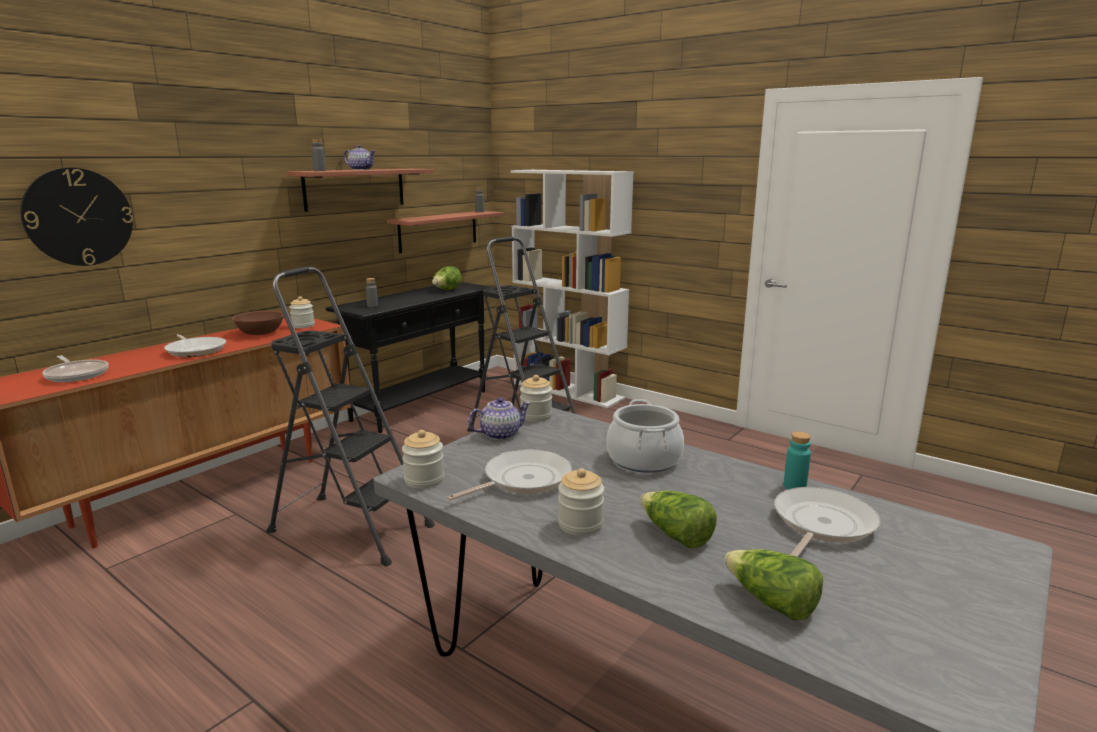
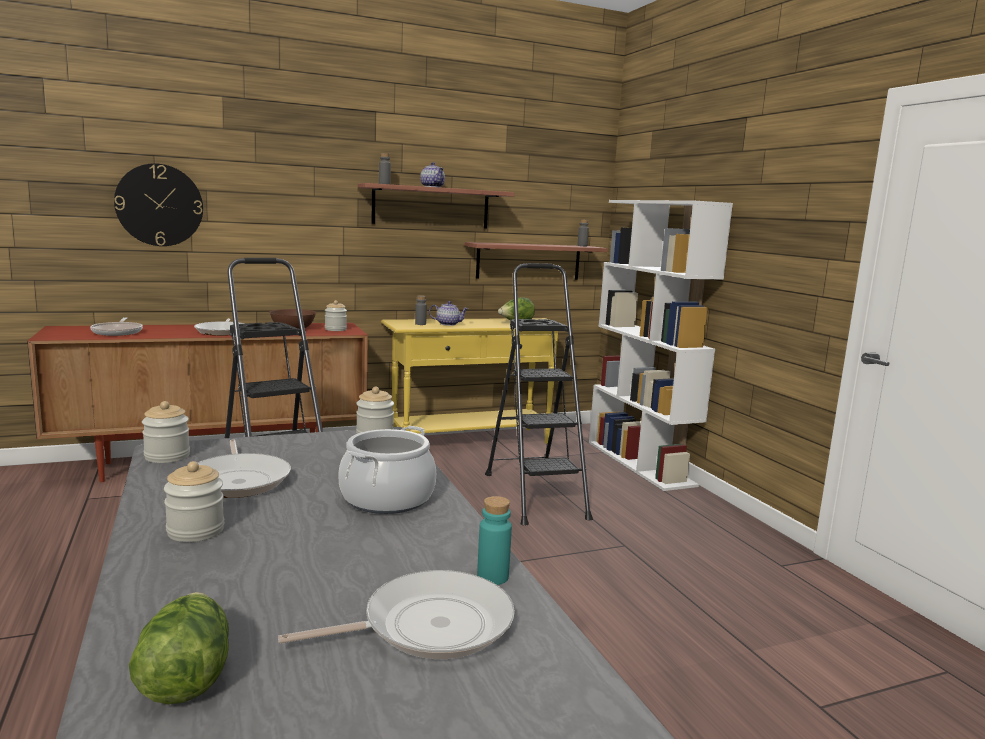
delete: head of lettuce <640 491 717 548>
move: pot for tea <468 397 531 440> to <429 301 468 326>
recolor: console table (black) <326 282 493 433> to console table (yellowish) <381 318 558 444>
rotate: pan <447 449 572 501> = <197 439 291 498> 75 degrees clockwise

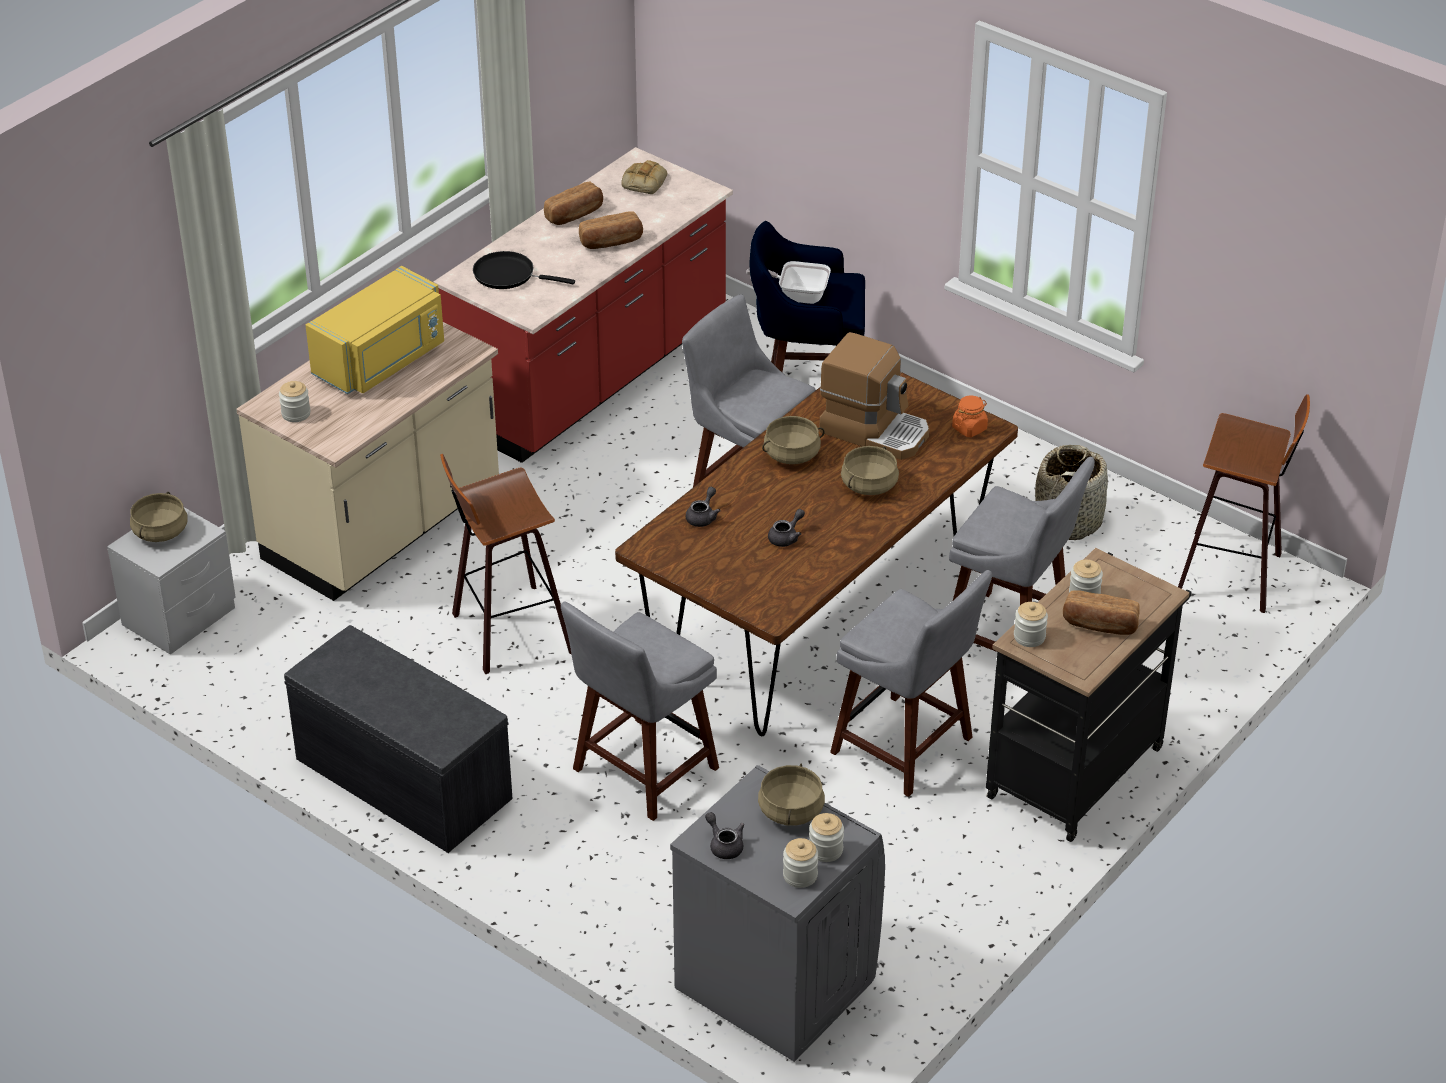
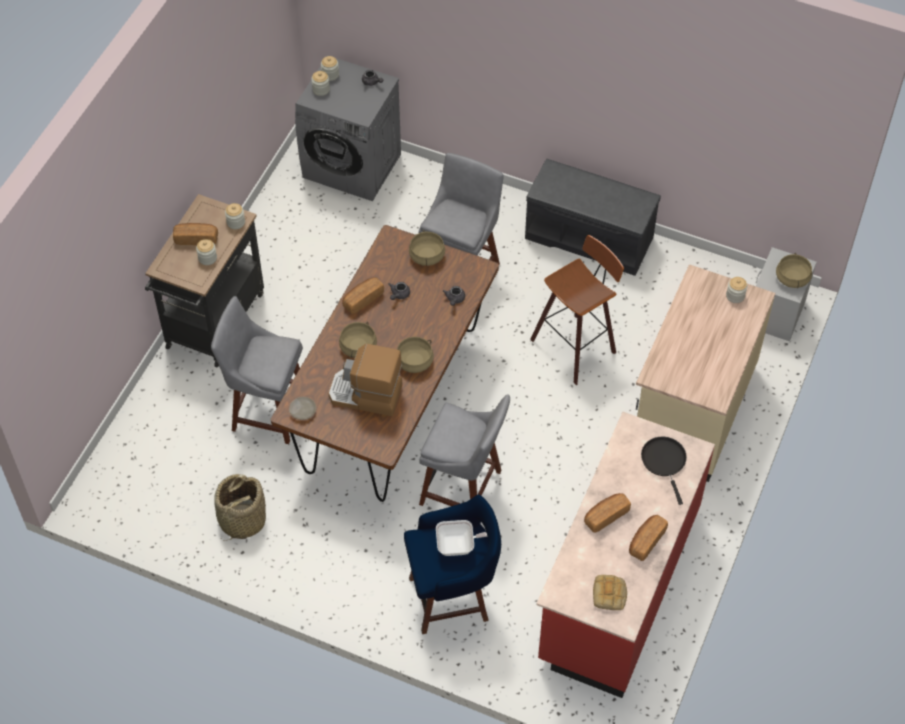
delete: kitchen microwave (yellowish) <305 266 444 394>; chair (grey) <830 570 992 797>; stool <1178 394 1310 613>
insert: bread <342 277 384 314>
move: saucepot (beige-coloured) <758 764 825 826> to <409 230 445 266>
replace: jar (orange) <952 396 988 437> to plate (beige-coloured) <289 397 316 420>
rotate: pan (black) <473 251 575 289> = <641 437 687 505> 105 degrees counterclockwise

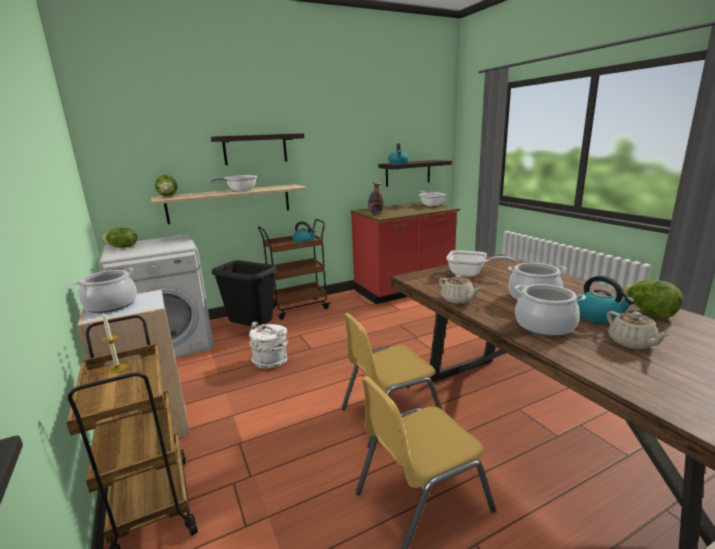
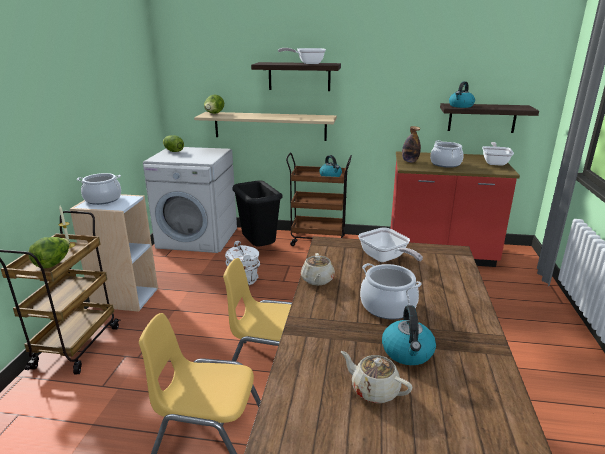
move: pan <209 175 257 191> to <278 48 326 64>; saucepot <515 284 586 337> to <430 140 464 168>; head of lettuce <623 280 683 318> to <29 237 70 268>
rotate: pot for tea (beige-coloured) <607 311 671 349> = <341 351 412 403> 105 degrees clockwise

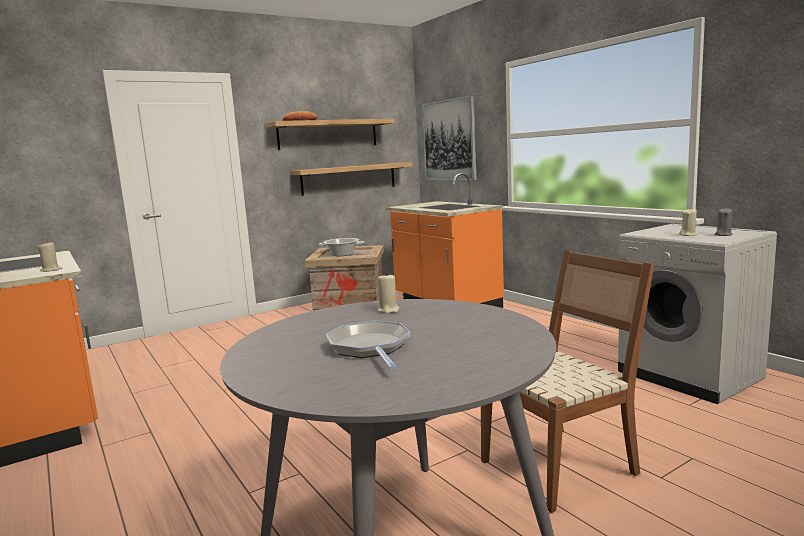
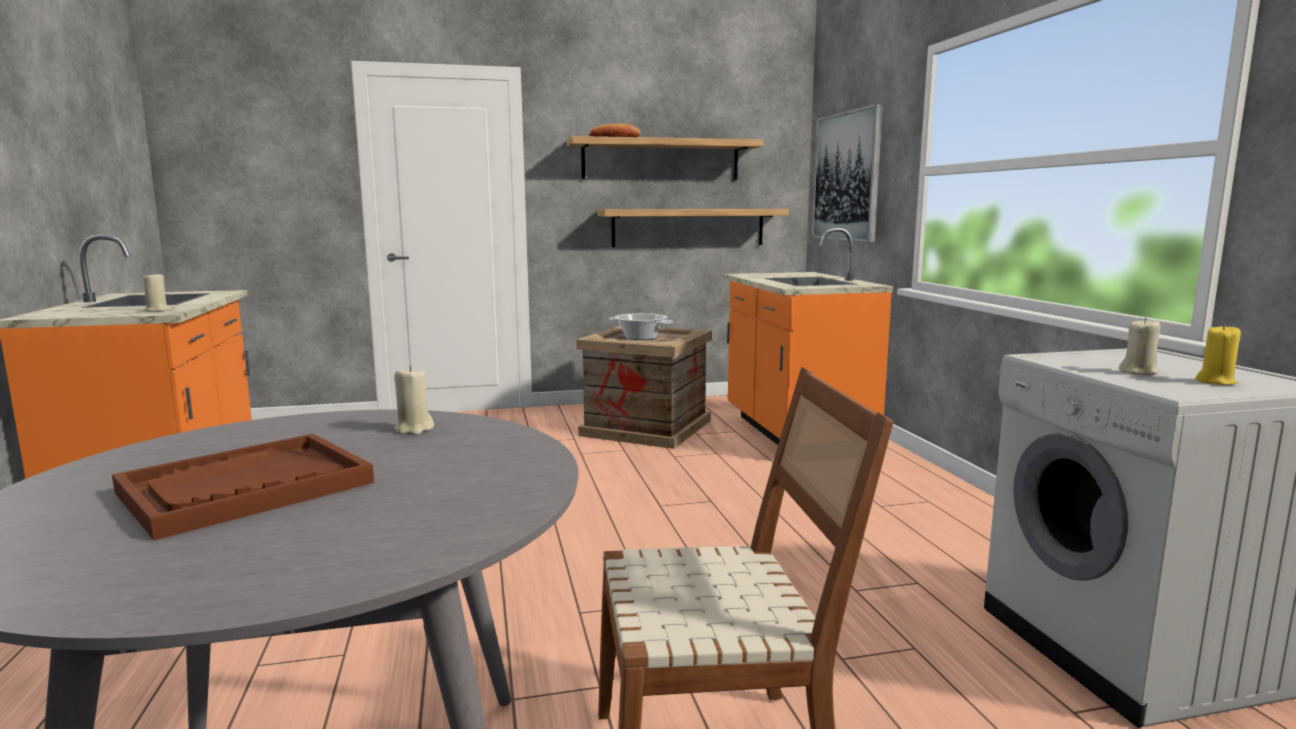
replace: pan <326 320 410 369> to tray (brownish) <112 434 374 540>
recolor: wax light (grey) <714 209 733 236> to wax light (yellowish) <1195 324 1241 385>

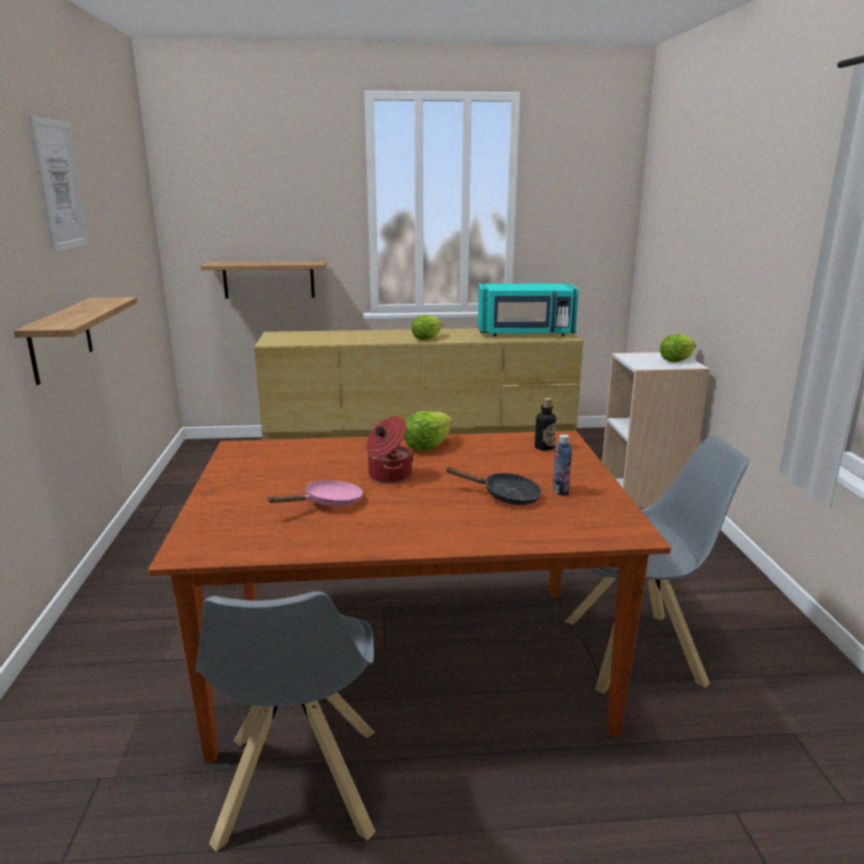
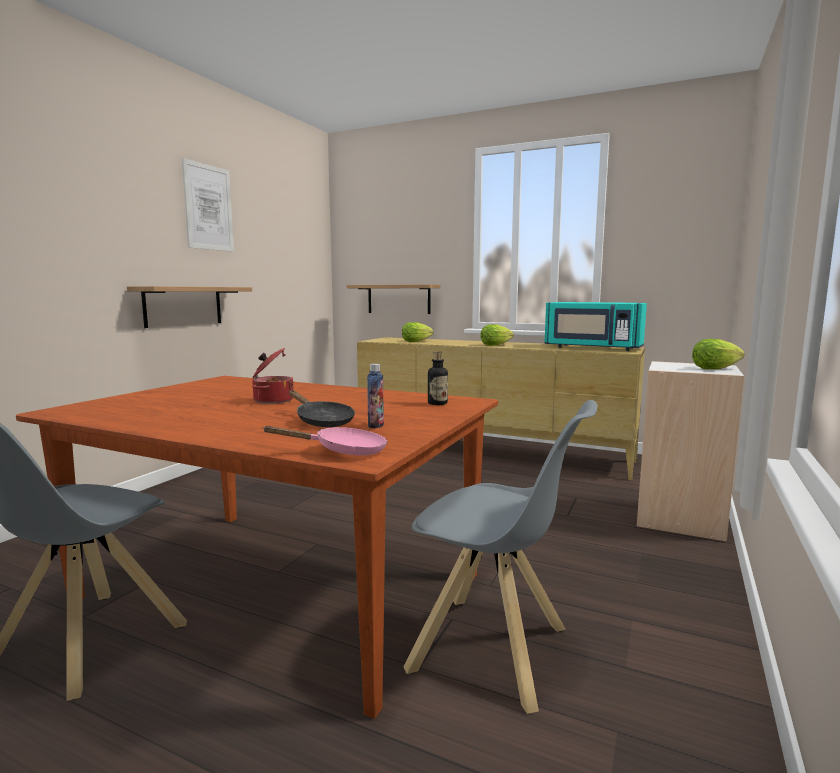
move: pan (pinkish) <268 480 363 507> to <262 426 387 455>; head of lettuce <404 411 453 451> to <402 322 434 342>

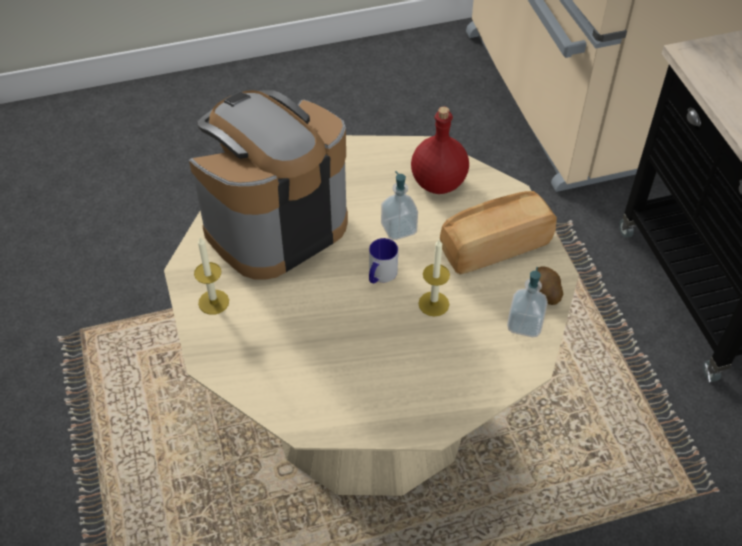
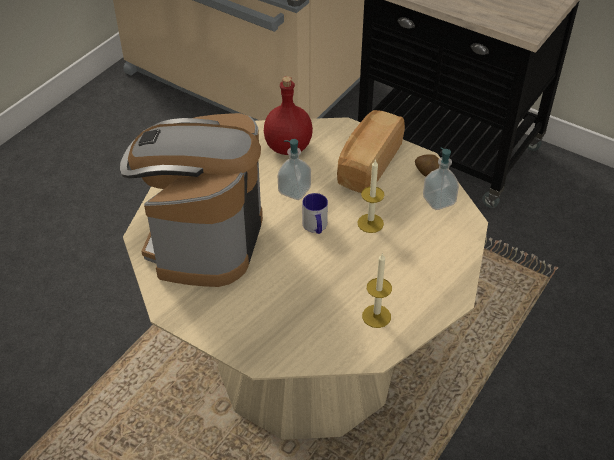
move: wax light <194 237 229 315> to <362 253 392 328>

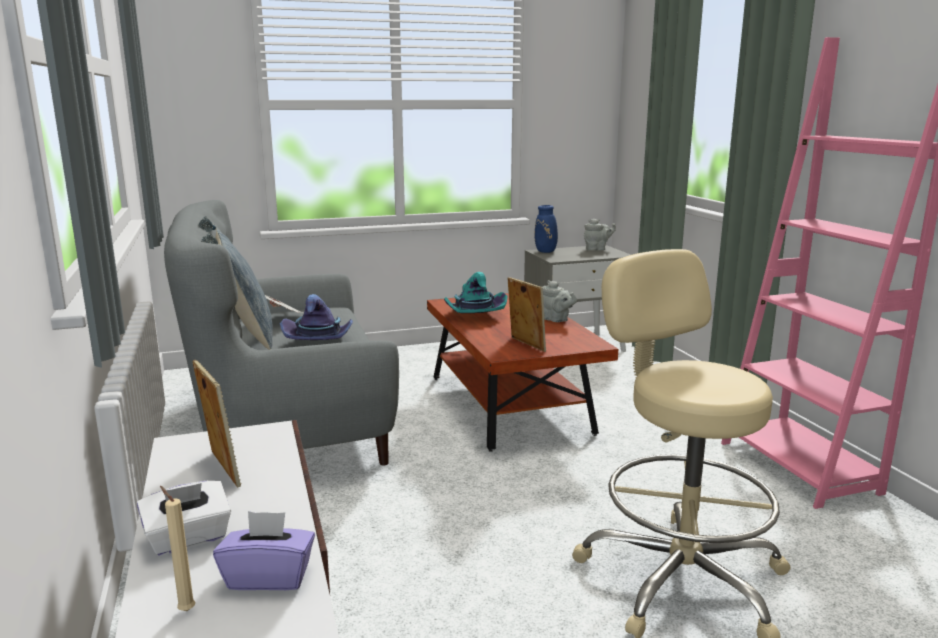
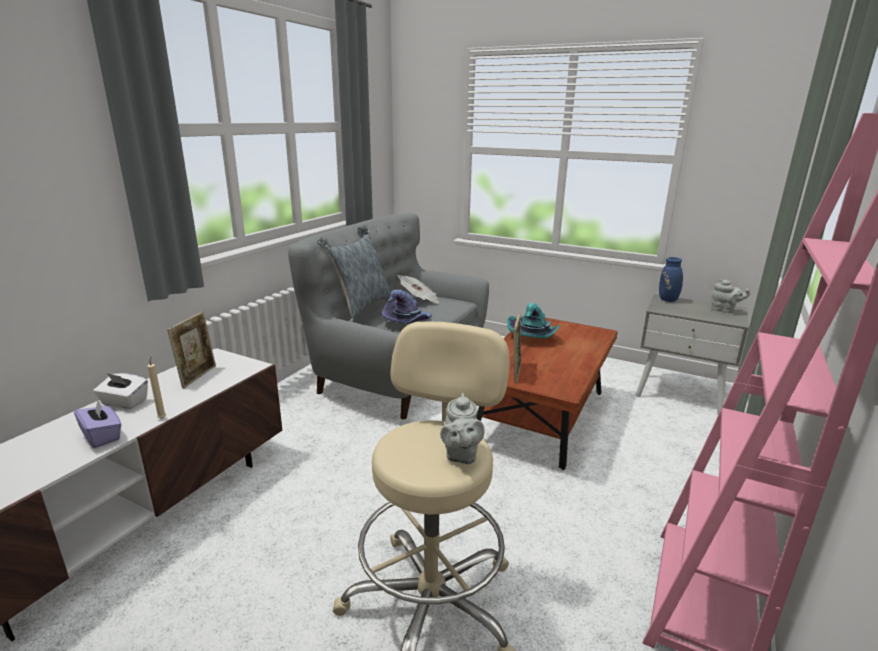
move: wax light (beige-coloured) <160 486 195 611> to <147 357 166 419>; pot for tea (grey) <543 280 577 322> to <440 393 484 464>

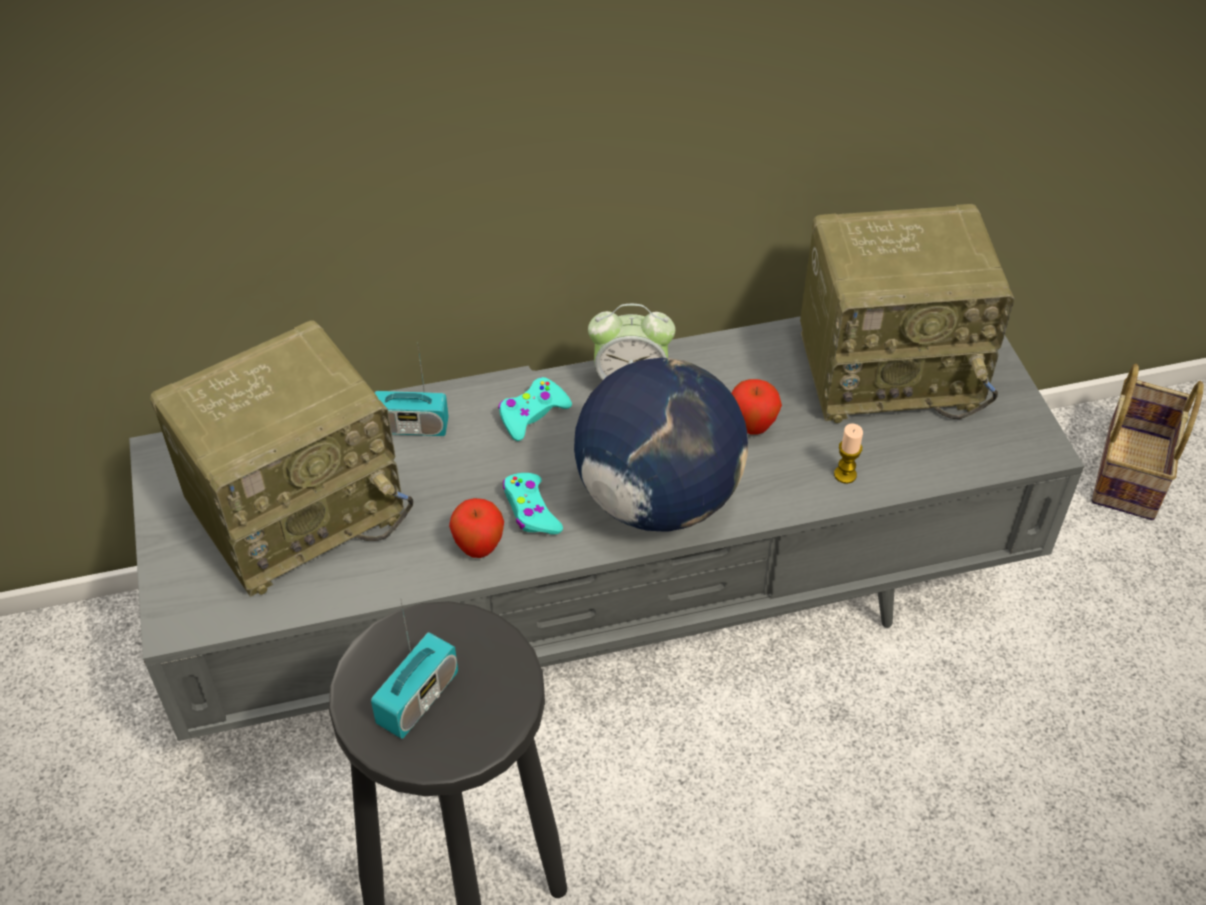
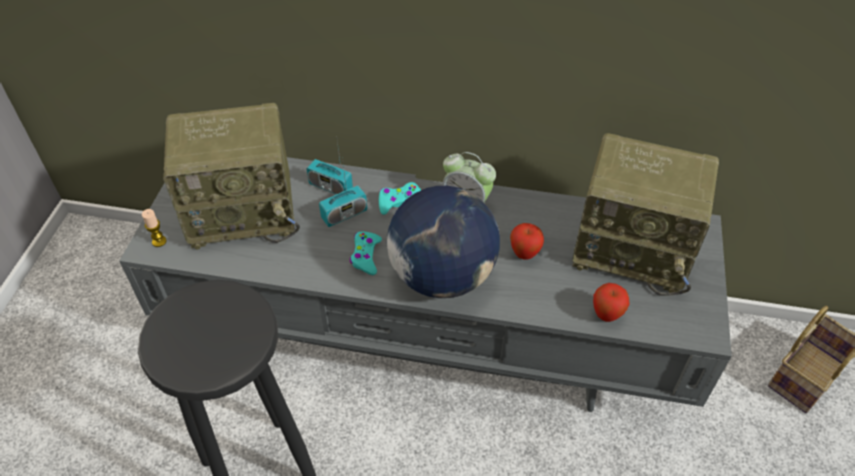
move: radio <371 597 458 739> to <319 165 367 227>; apple <449 498 504 558> to <593 283 629 322>; wax light <834 423 863 484> to <142 209 167 247>

